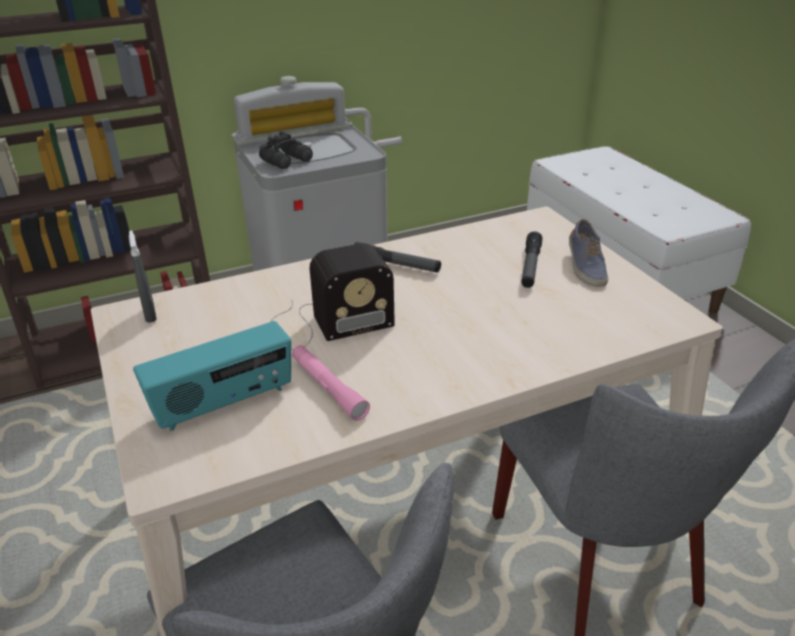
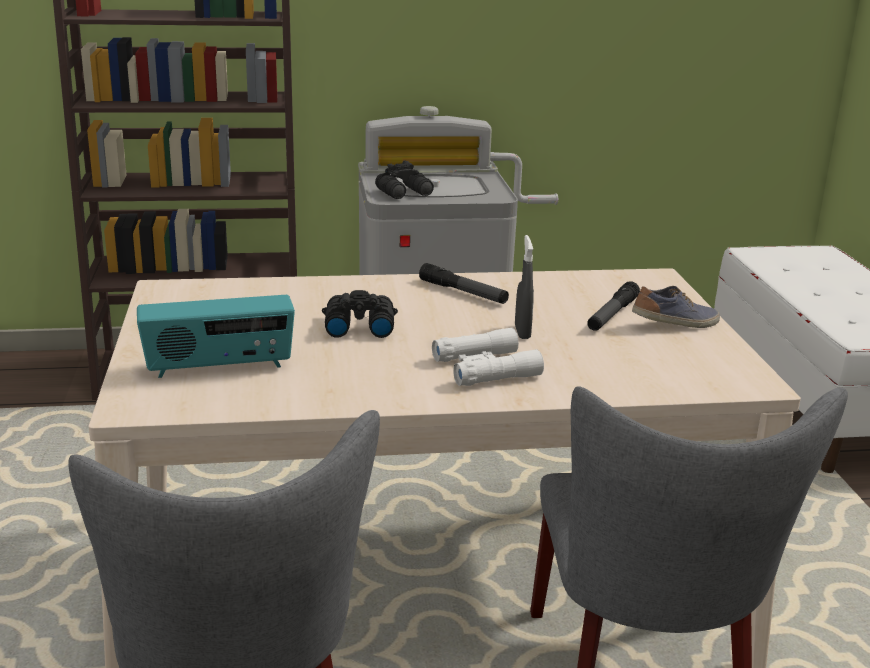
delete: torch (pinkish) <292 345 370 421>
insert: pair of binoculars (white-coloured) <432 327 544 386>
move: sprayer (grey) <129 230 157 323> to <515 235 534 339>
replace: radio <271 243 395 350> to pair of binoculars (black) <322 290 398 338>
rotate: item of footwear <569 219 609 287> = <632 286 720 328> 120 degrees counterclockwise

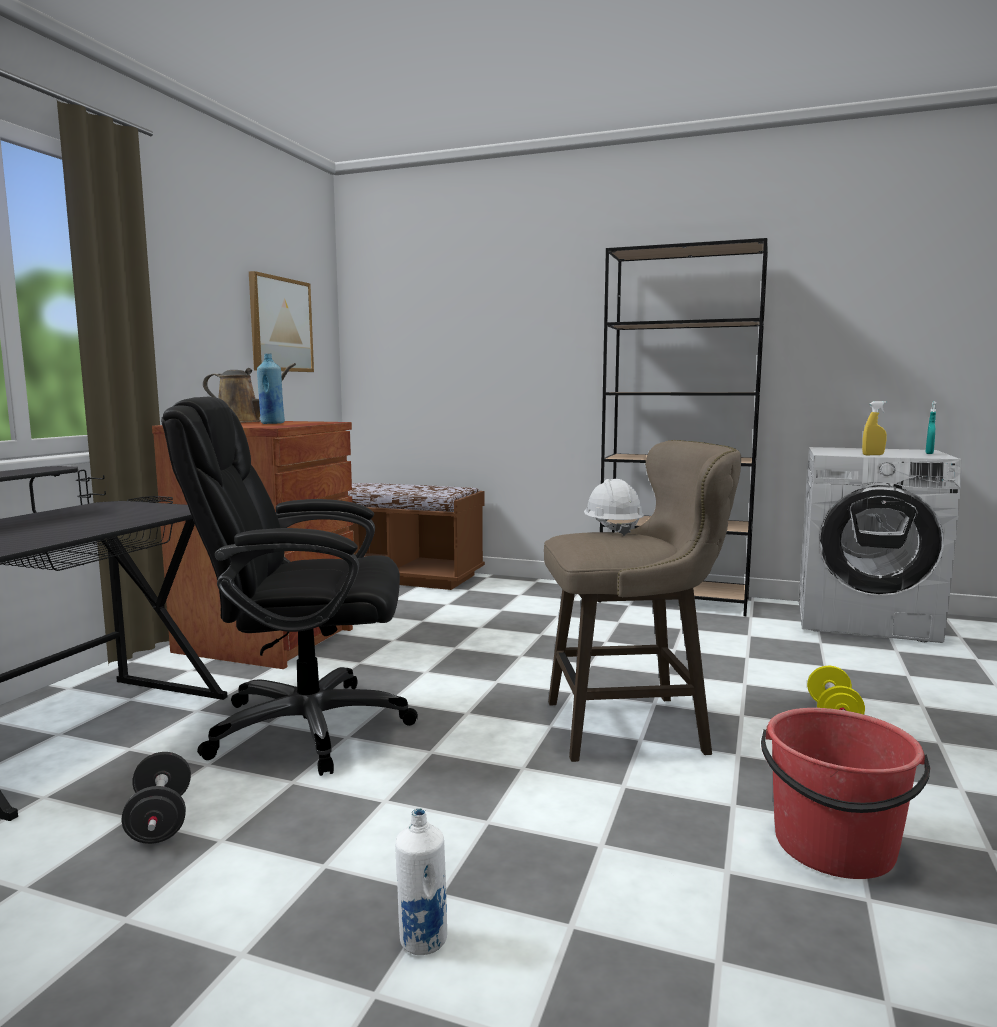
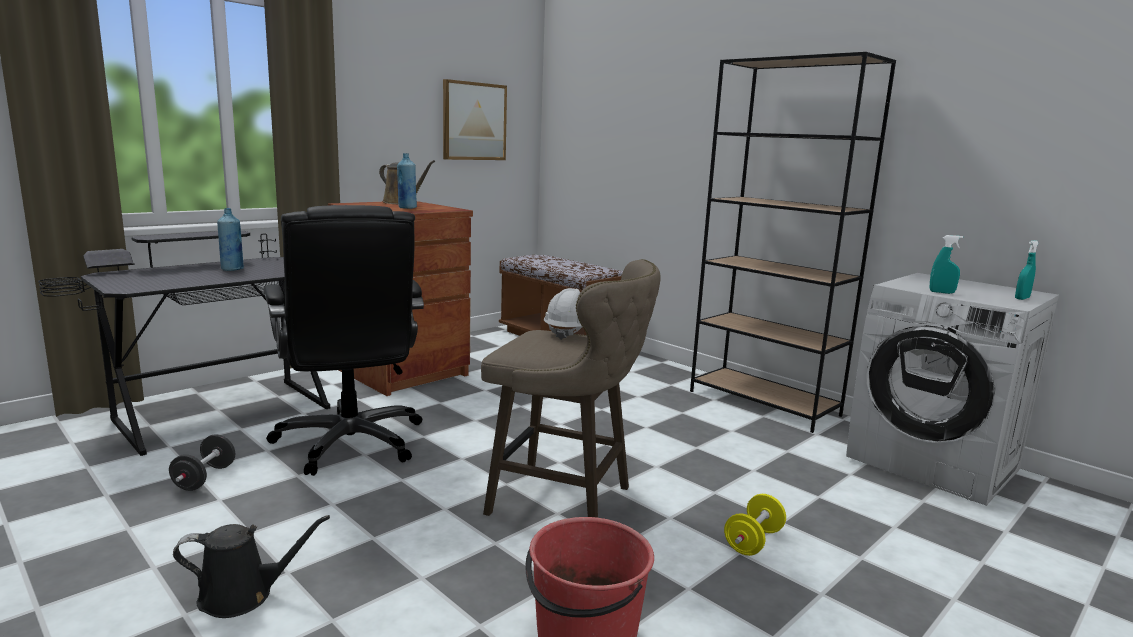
insert: beverage bottle (bluish) <217 208 244 271>
replace: beverage bottle (white-coloured) <395 808 447 955> to watering can (black) <173 515 330 618>
recolor: sprayer (yellowish) <862 401 887 455> to sprayer (blue-green) <930 235 963 294>
rotate: office chair (black) <161 396 418 776> = <264 205 424 476> 135 degrees counterclockwise

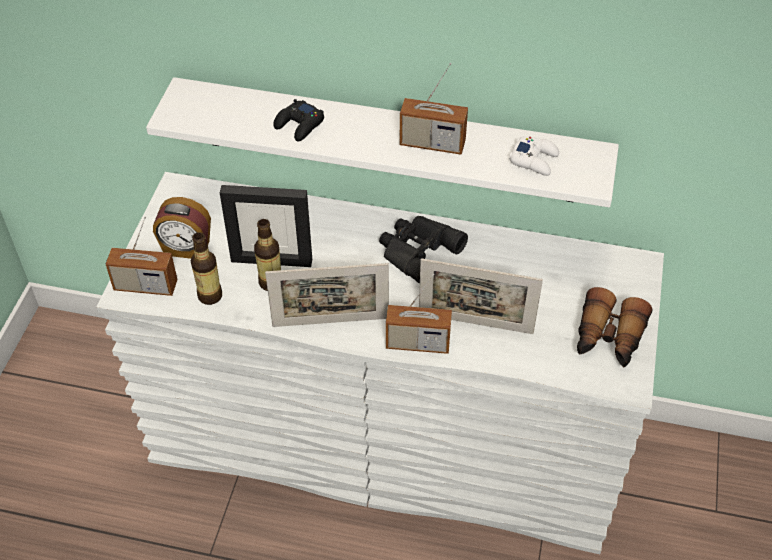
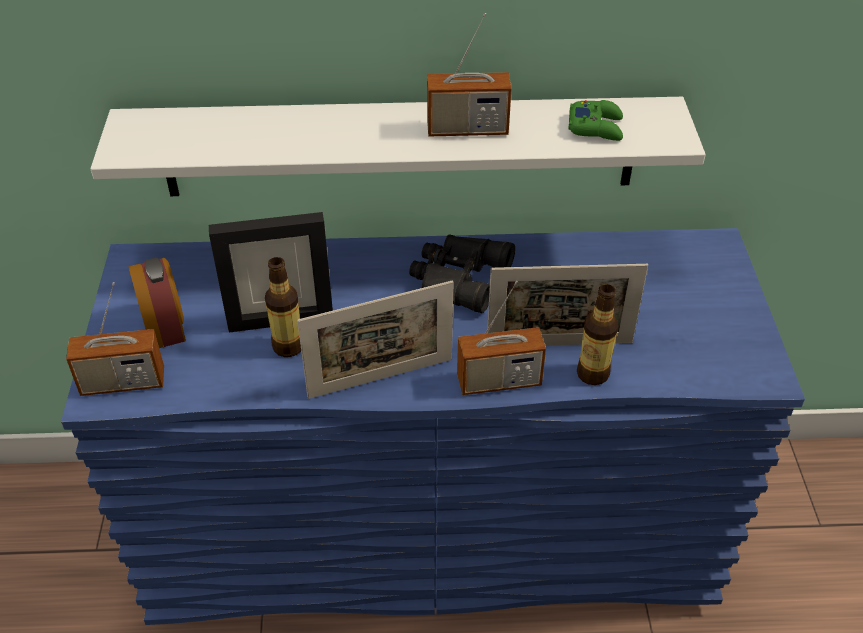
delete: game controller (black) <273 99 324 141>; pair of binoculars <577 287 652 367>
move: beverage bottle <191 232 222 305> to <577 284 618 385>
recolor: dresser (white-coloured) <96 172 664 554> to dresser (bluish) <61 228 805 625>; game controller (white-coloured) <509 136 559 176> to game controller (green) <568 100 623 141>
rotate: table clock <153 197 211 259> = <128 257 186 348> 105 degrees counterclockwise

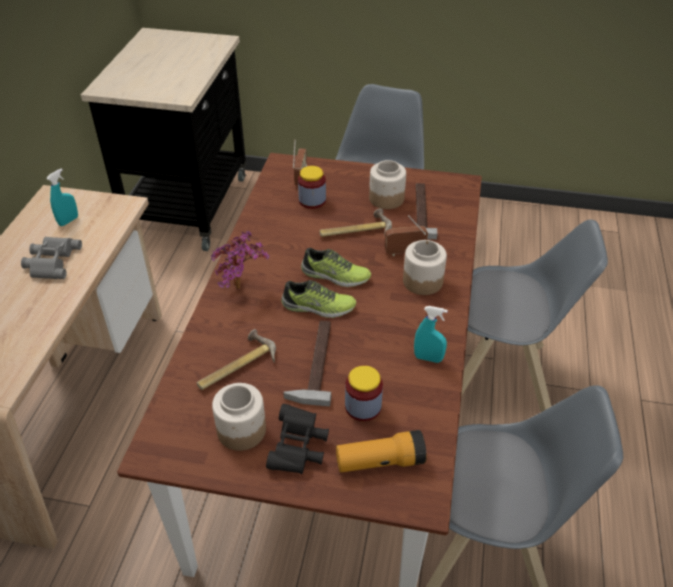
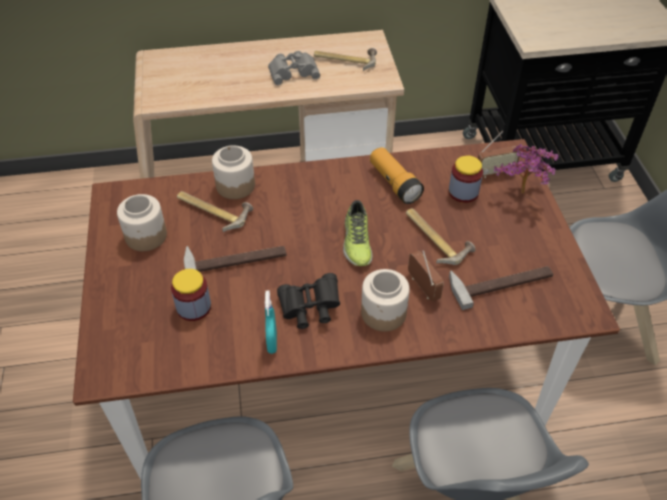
delete: item of footwear <281 280 356 318>
move: potted plant <211 231 269 289> to <494 144 558 194>; pair of binoculars (black) <266 404 329 474> to <277 273 340 329>; torch <336 430 427 472> to <370 147 424 204>; jar <369 160 406 209> to <212 145 255 199>
replace: sprayer (blue-green) <46 168 78 226> to hammer <314 48 377 71>

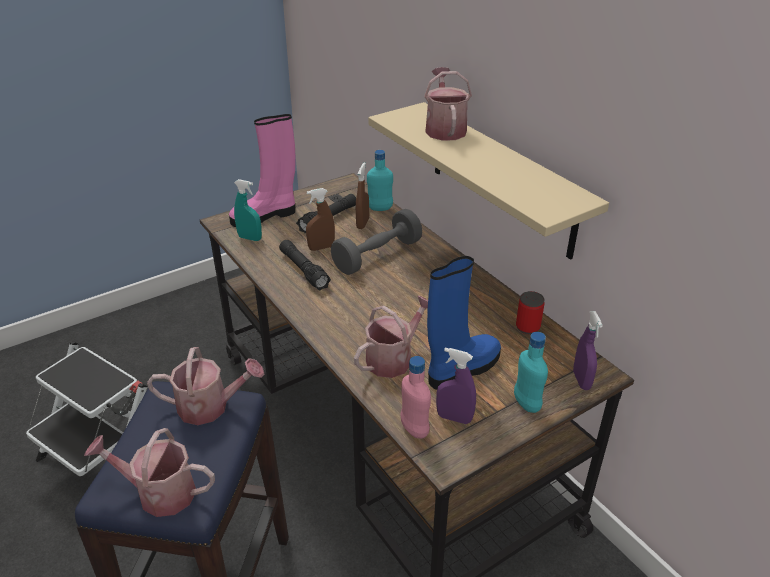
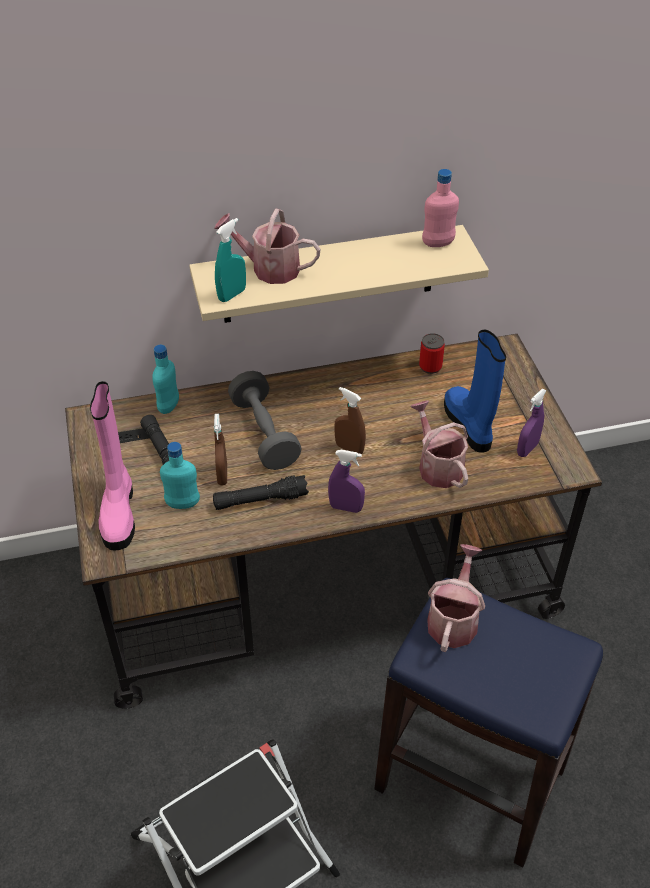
delete: watering can <84 428 215 517>
move: sprayer (blue-green) <234 179 262 241> to <215 218 246 302>; sprayer (brownish) <356 162 369 229> to <334 387 366 454>; beverage bottle (pinkish) <401 356 431 439> to <422 169 459 247>; beverage bottle (blue-green) <514 332 548 413> to <160 442 200 509>; sprayer (purple-coloured) <573 311 603 390> to <328 450 365 513>

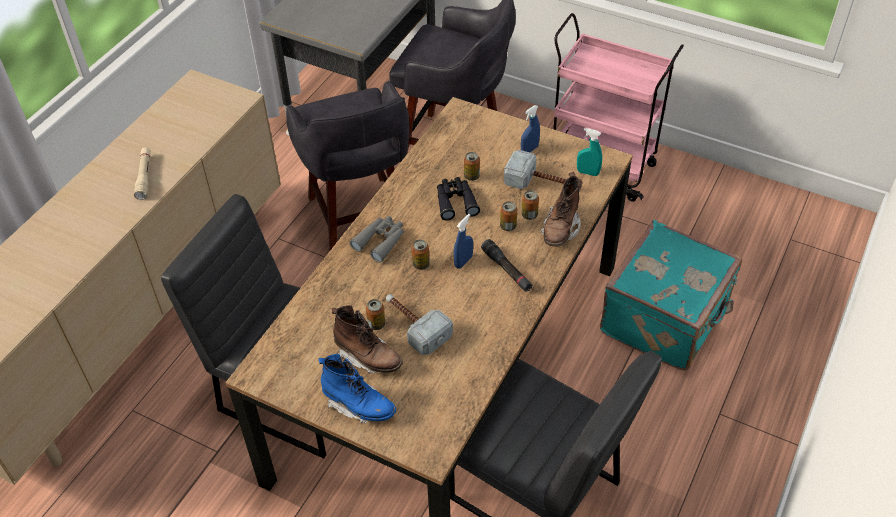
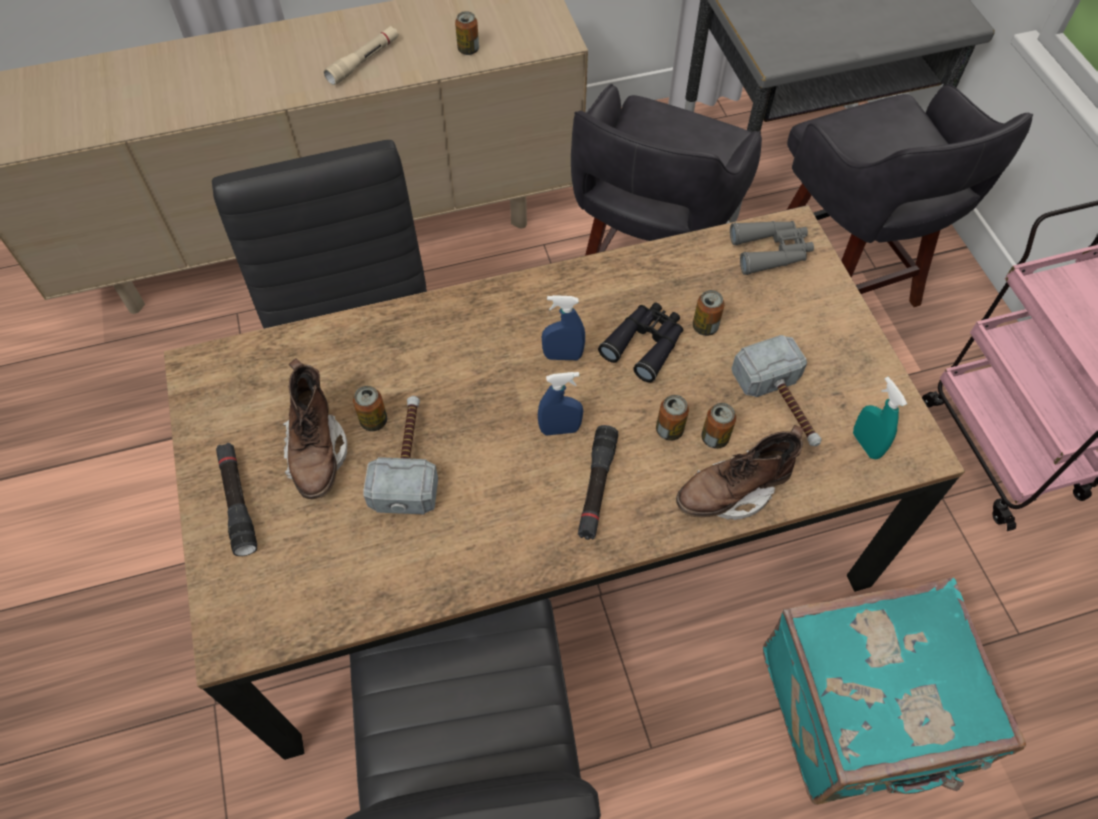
move: pair of binoculars (grey) <349 216 404 263> to <730 221 814 275>; can <412 240 430 270> to <455 11 479 55>; sprayer (bluish) <521 105 540 152> to <542 295 585 360>
replace: boot (bluish) <319 354 396 424> to torch (black) <216 443 257 556>

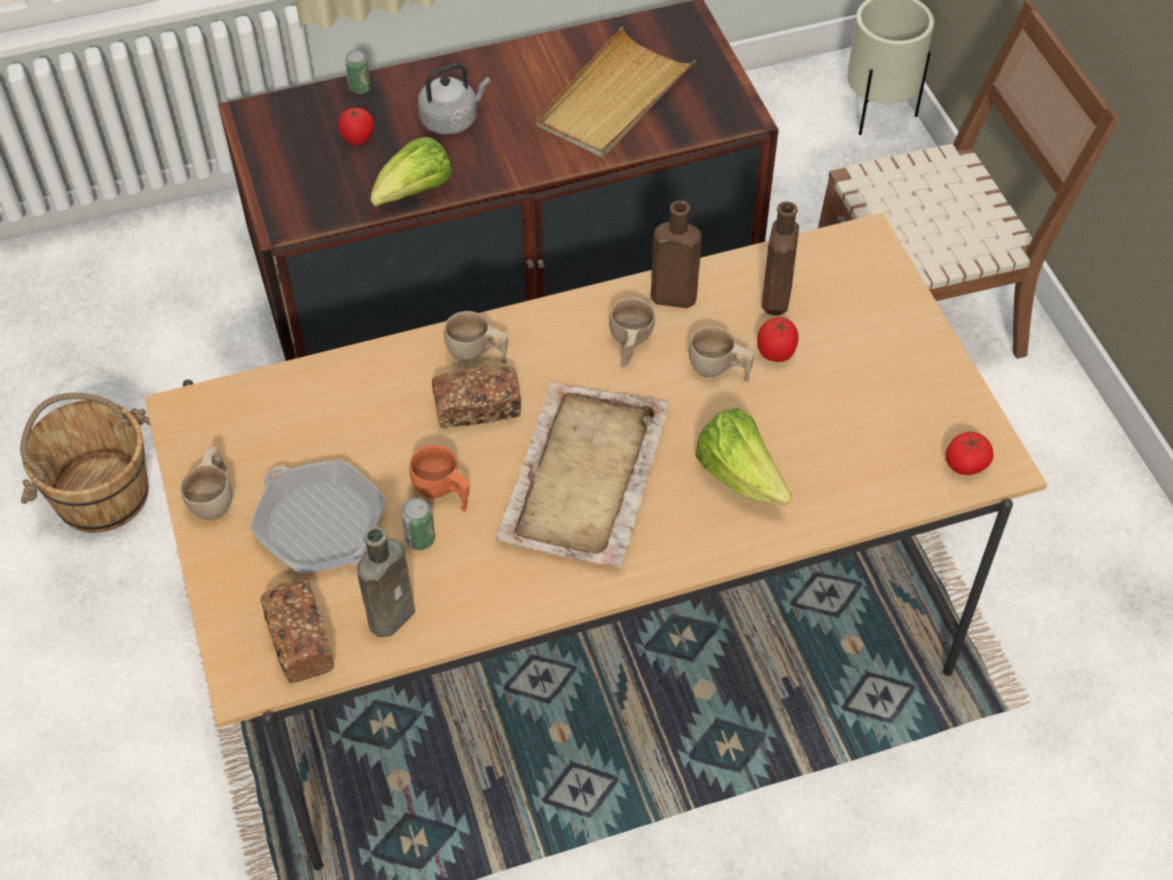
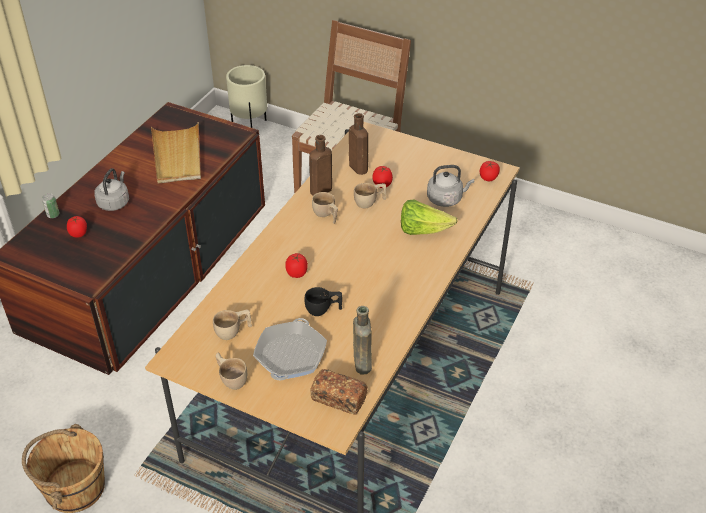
delete: head of lettuce <370 137 452 206>; can <401 498 435 550>; tray (beige-coloured) <495 381 670 568>
insert: tea kettle (grey) <427 165 474 207>
move: small cup (beige-coloured) <444 311 508 363> to <213 310 252 340>
replace: bread <432 365 521 429> to whole tomato <285 253 308 278>
recolor: small cup (orange) <409 445 469 511> to small cup (black) <304 287 342 316>
rotate: pan <250 459 386 573> = <253 318 327 380> 105 degrees clockwise

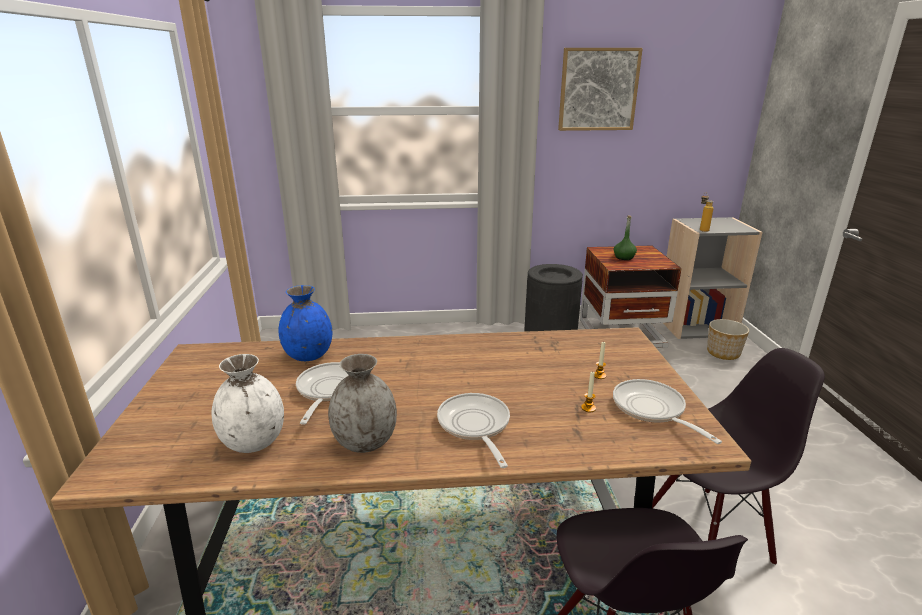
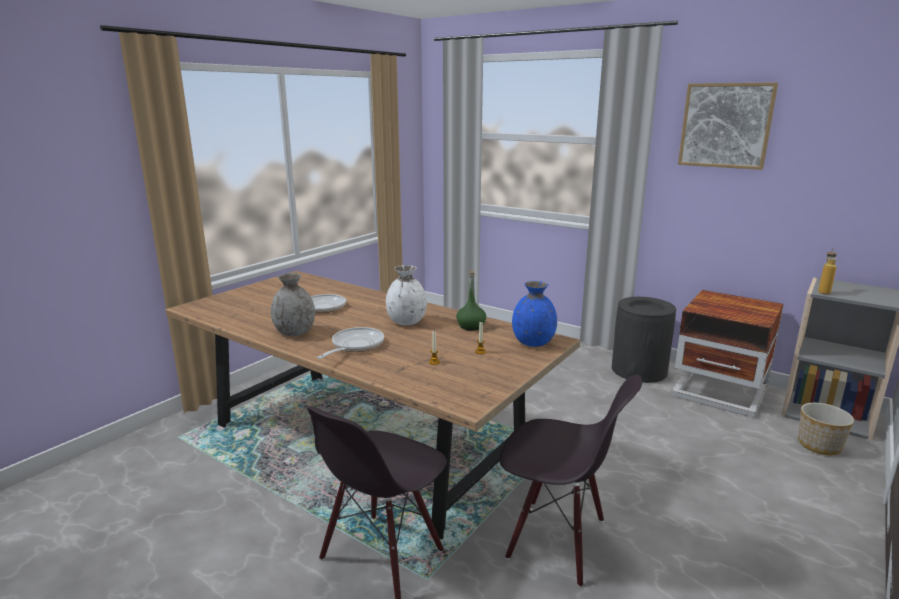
delete: pan <613 379 722 444>
move: flower vase (white-coloured) <211 354 284 453> to <386 265 427 325>; flower vase (bluish) <278 285 332 361> to <512 281 557 347>; beverage bottle (green) <614 215 637 260> to <456 271 486 331>

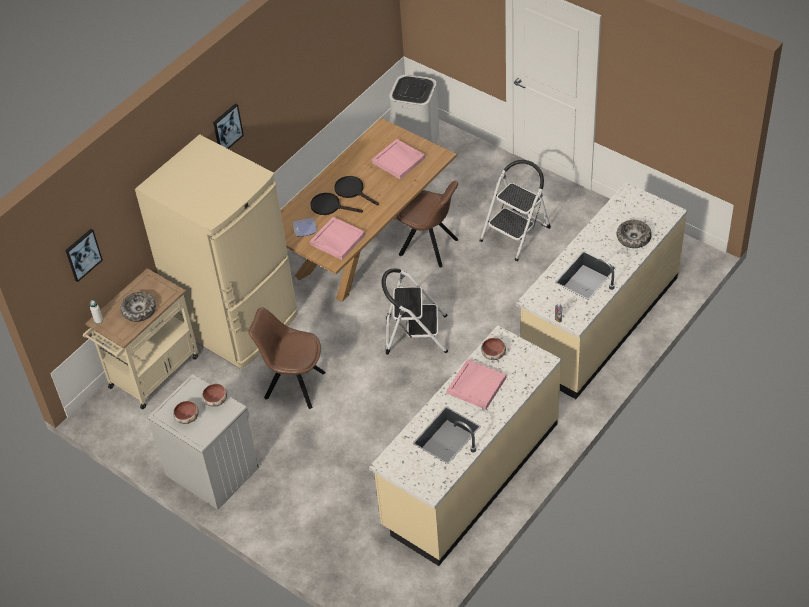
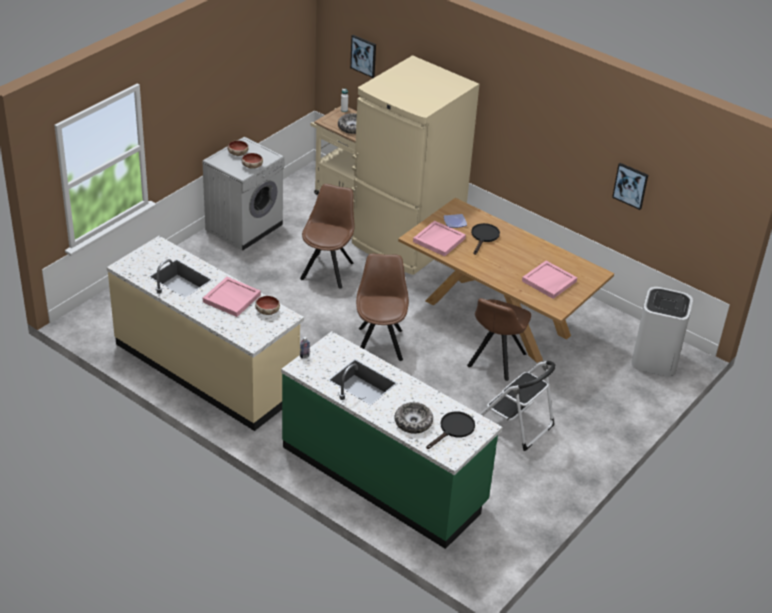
move: wall picture <213 103 244 149> to <612 163 648 210>; pan (black) <334 176 379 205> to <426 412 475 449>
replace: stepladder <381 269 448 355> to chair (brownish) <356 253 409 361>
recolor: kitchen counter (beige-coloured) <516 182 687 399> to kitchen counter (green) <281 331 502 549>

